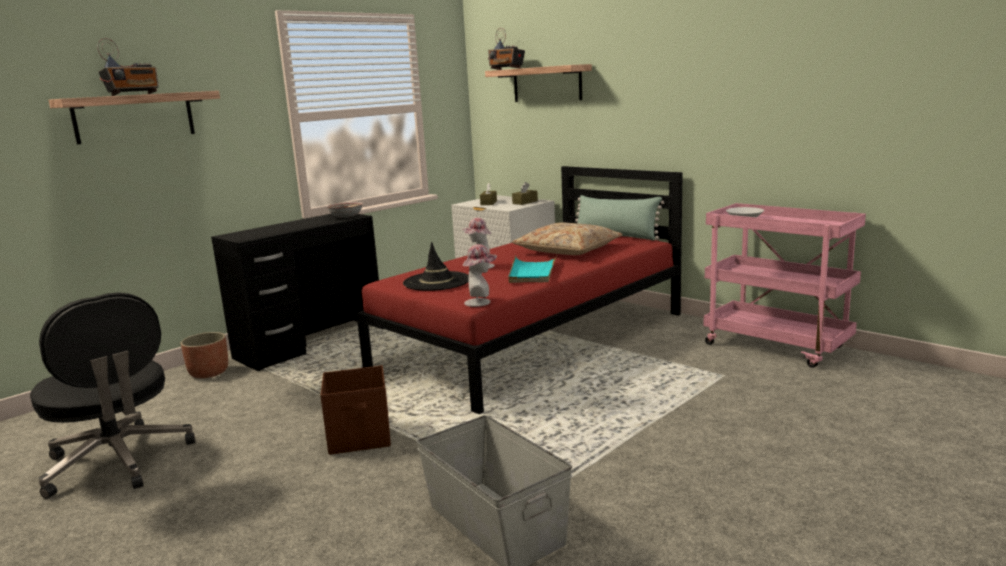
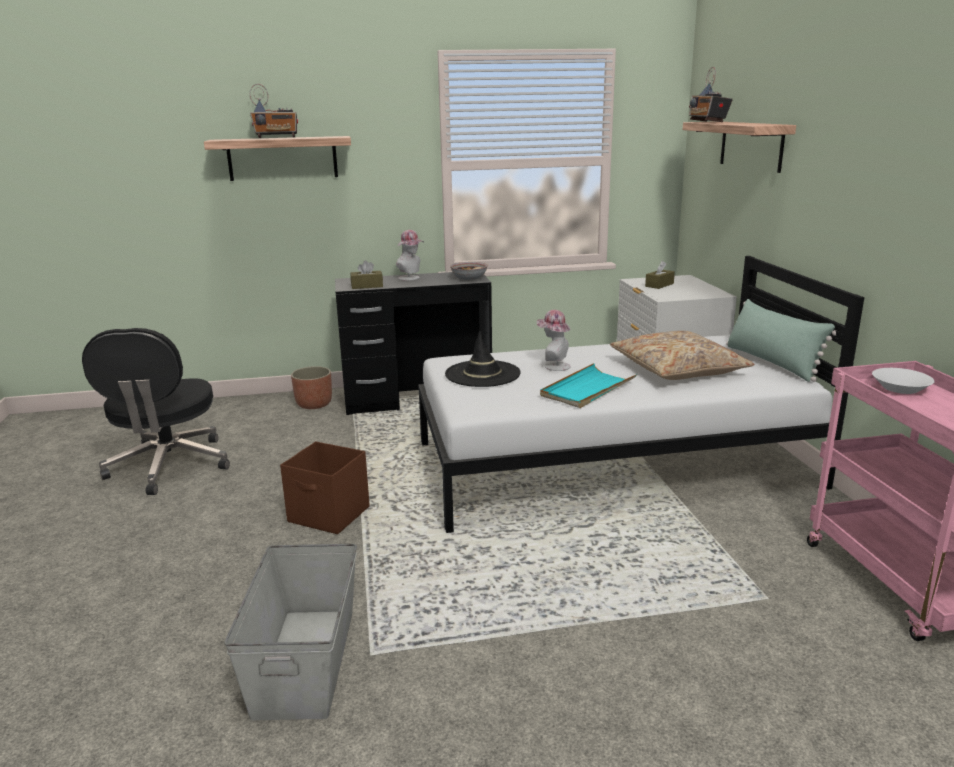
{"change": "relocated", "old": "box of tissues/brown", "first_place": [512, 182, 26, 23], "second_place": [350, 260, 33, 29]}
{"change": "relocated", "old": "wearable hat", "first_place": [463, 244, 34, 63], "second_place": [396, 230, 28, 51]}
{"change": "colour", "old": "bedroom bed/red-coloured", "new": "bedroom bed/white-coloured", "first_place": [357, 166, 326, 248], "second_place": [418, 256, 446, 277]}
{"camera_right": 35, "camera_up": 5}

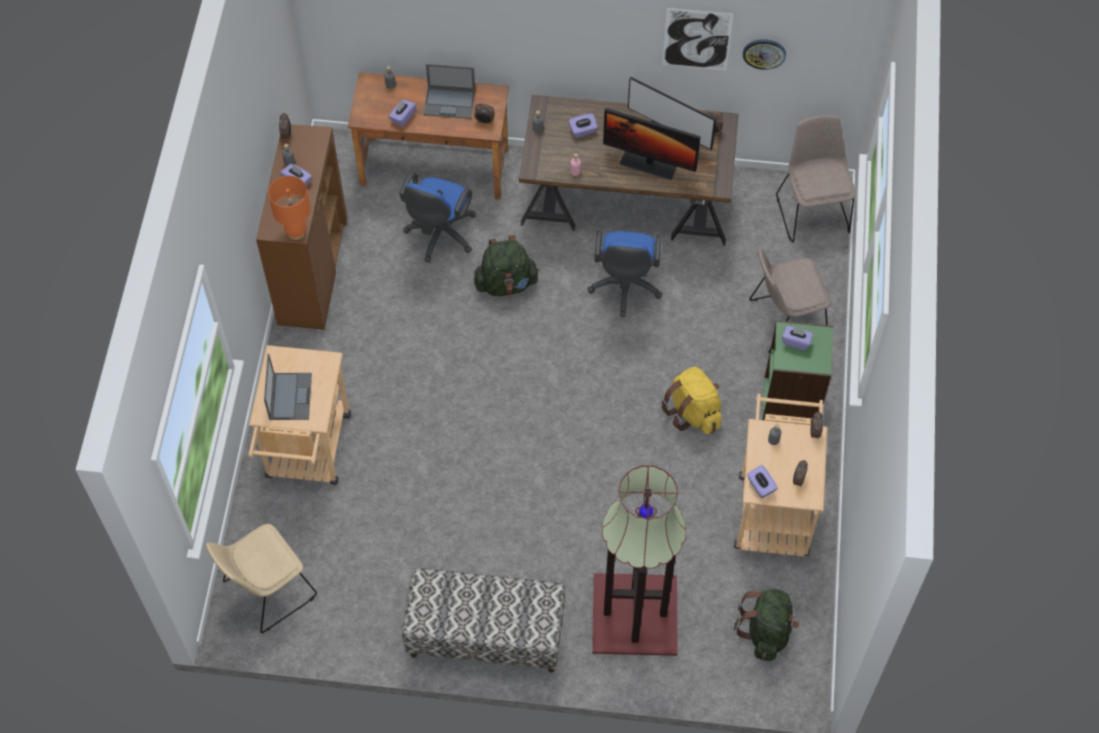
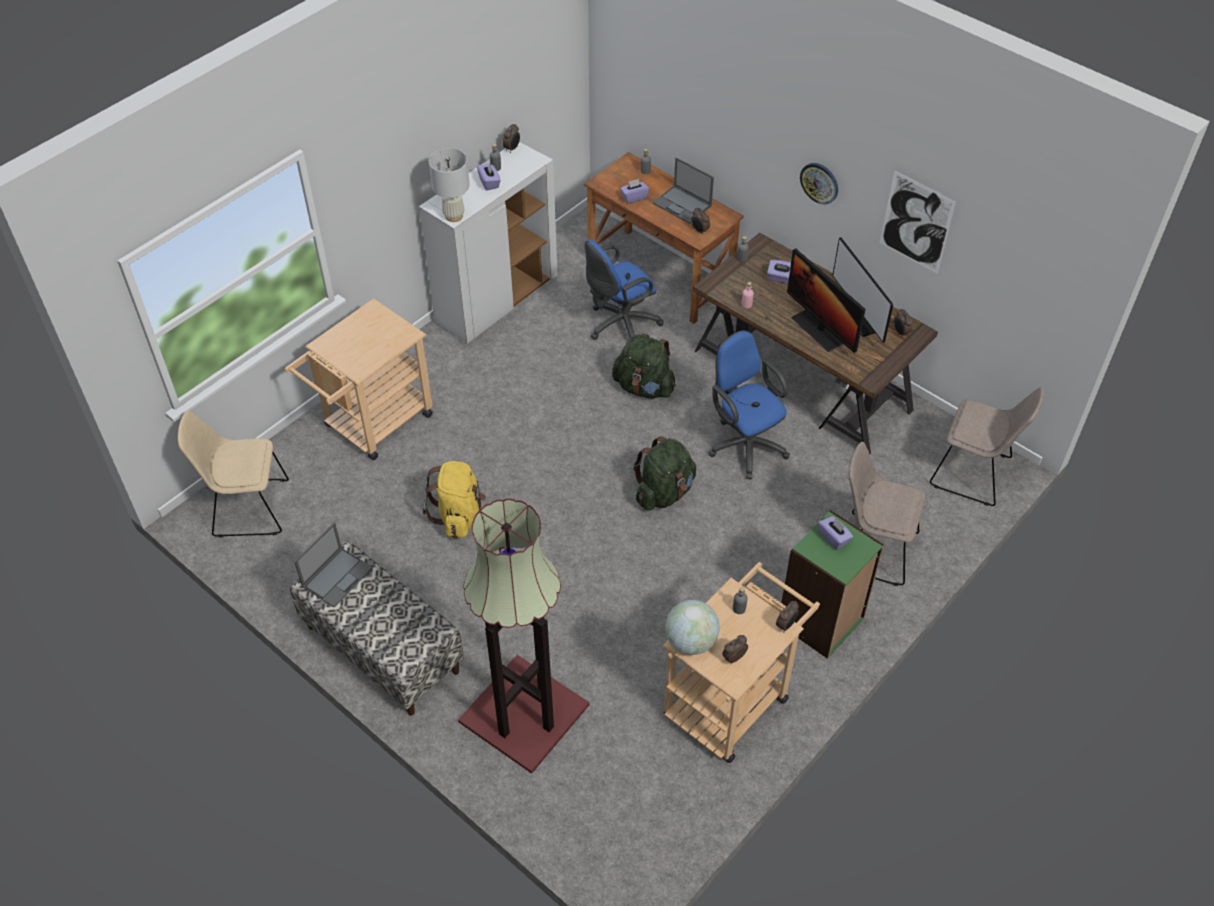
{"change": "relocated", "old": "notebook computer", "first_place": [264, 354, 48, 66], "second_place": [294, 522, 79, 85]}
{"change": "colour", "old": "storage cabinet/brown", "new": "storage cabinet/white-coloured", "first_place": [256, 125, 91, 205], "second_place": [419, 142, 139, 202]}
{"change": "relocated", "old": "backpack/yellowish", "first_place": [661, 367, 61, 67], "second_place": [423, 461, 63, 77]}
{"change": "colour", "old": "table lamp/orangey", "new": "table lamp/white-coloured", "first_place": [268, 176, 43, 64], "second_place": [429, 148, 41, 74]}
{"change": "relocated", "old": "backpack/green-coloured", "first_place": [734, 588, 66, 73], "second_place": [633, 436, 63, 75]}
{"change": "exchanged", "old": "box of tissues/purple-coloured", "new": "globe", "first_place": [747, 465, 30, 33], "second_place": [665, 600, 55, 55]}
{"change": "spun", "old": "office chair/blue", "first_place": [588, 230, 74, 87], "second_place": [708, 330, 82, 149], "degrees": 105}
{"change": "relocated", "old": "hanging clock", "first_place": [743, 39, 43, 31], "second_place": [800, 163, 38, 41]}
{"change": "spun", "old": "upright chair/beige", "first_place": [776, 115, 79, 127], "second_place": [930, 387, 114, 119], "degrees": 90}
{"camera_right": 35, "camera_up": -10}

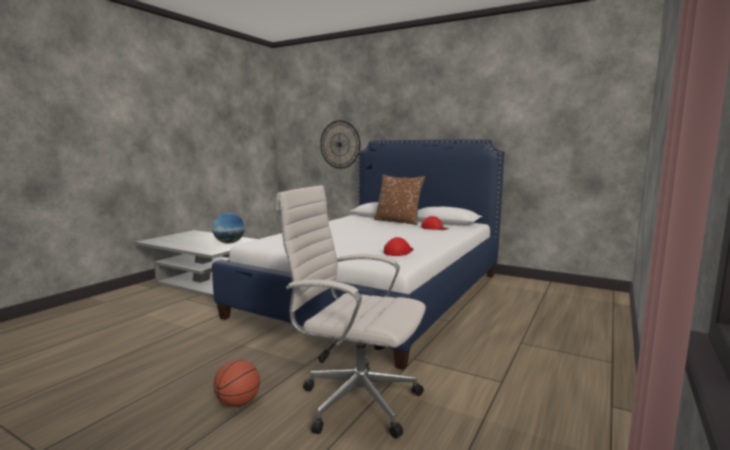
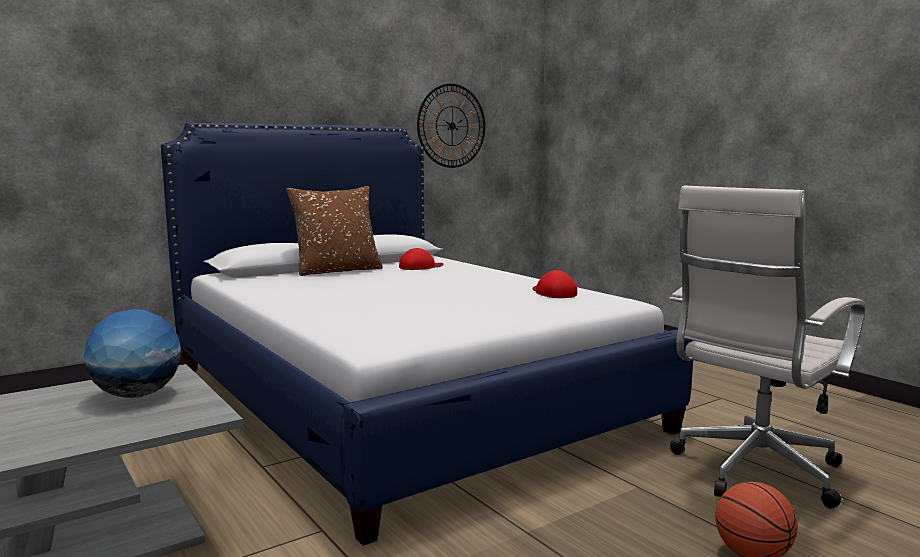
{"change": "relocated", "old": "hanging clock", "first_place": [320, 120, 40, 49], "second_place": [417, 84, 68, 84]}
{"camera_right": -65, "camera_up": 0}

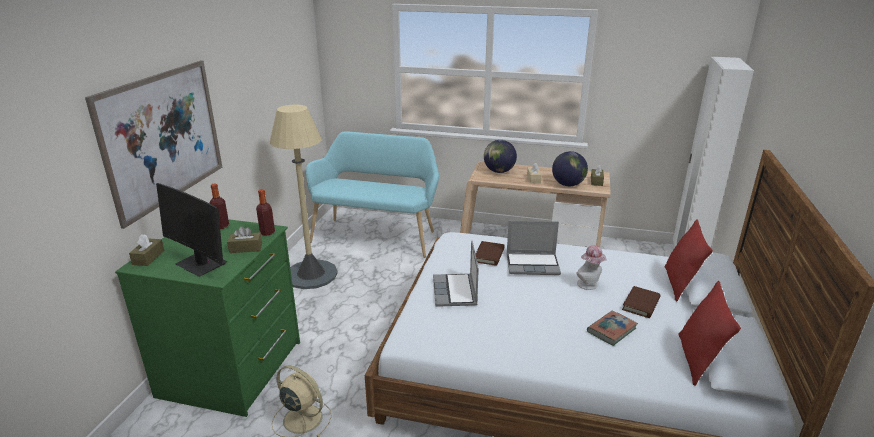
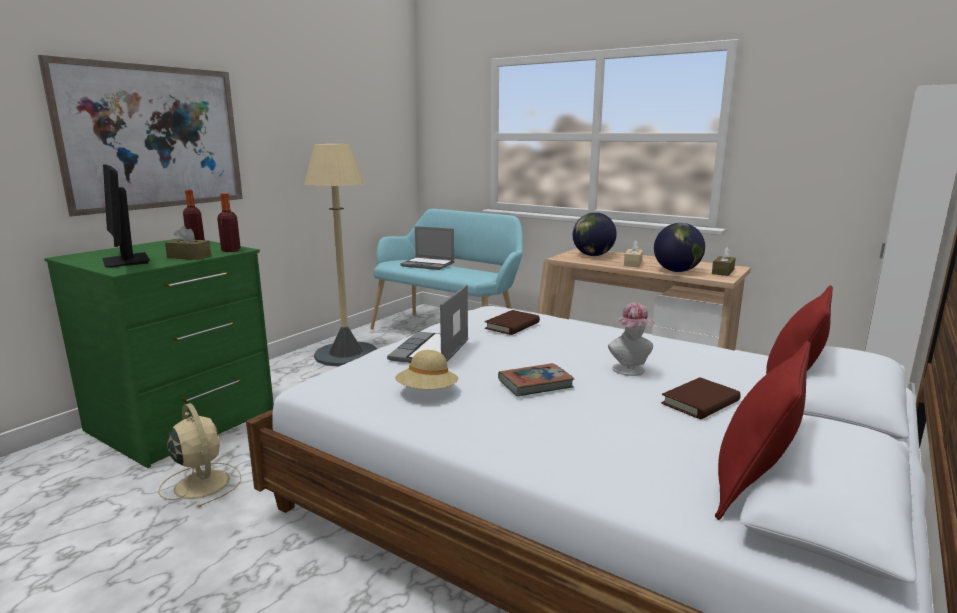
{"change": "appeared", "new": "wearable hat/beige", "second_place": [395, 350, 63, 39]}
{"change": "relocated", "old": "notebook computer", "first_place": [507, 221, 54, 54], "second_place": [401, 226, 54, 44]}
{"change": "relocated", "old": "bound book", "first_place": [587, 311, 51, 35], "second_place": [498, 363, 77, 33]}
{"change": "missing", "old": "box of tissues/brown", "first_place": [129, 234, 35, 32]}
{"camera_right": 20, "camera_up": -10}

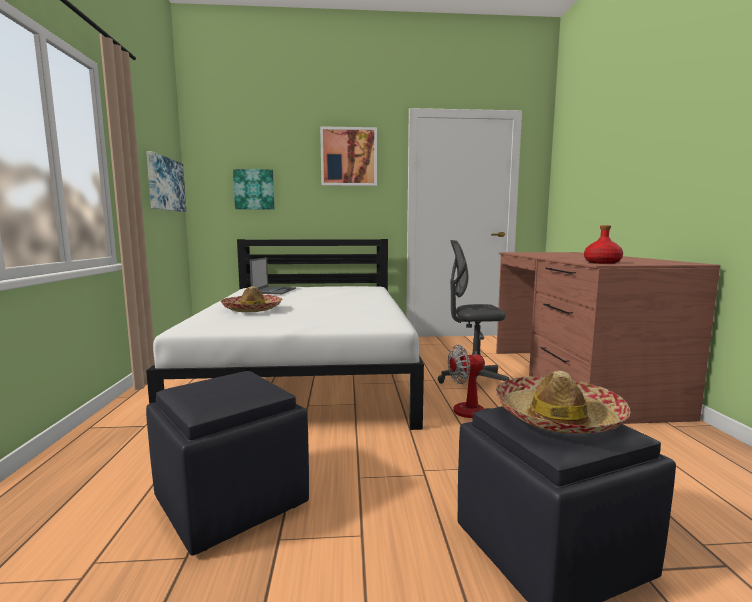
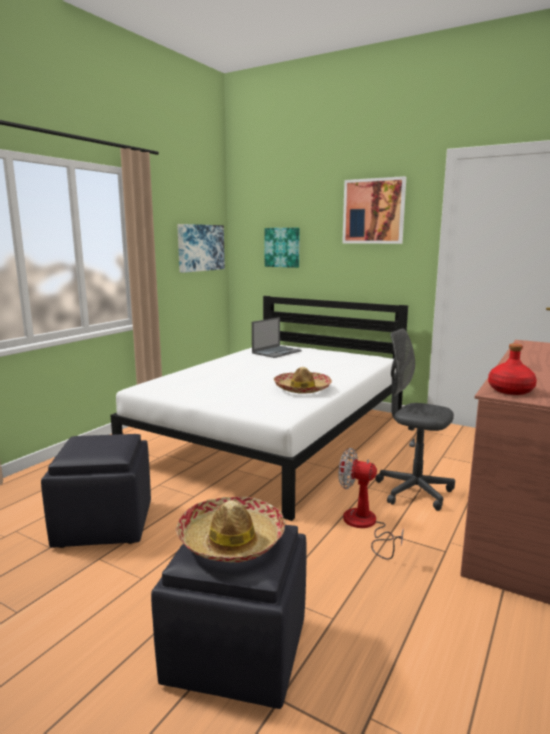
{"change": "relocated", "old": "wearable hat", "first_place": [221, 286, 61, 26], "second_place": [274, 367, 58, 27]}
{"camera_right": 35, "camera_up": 5}

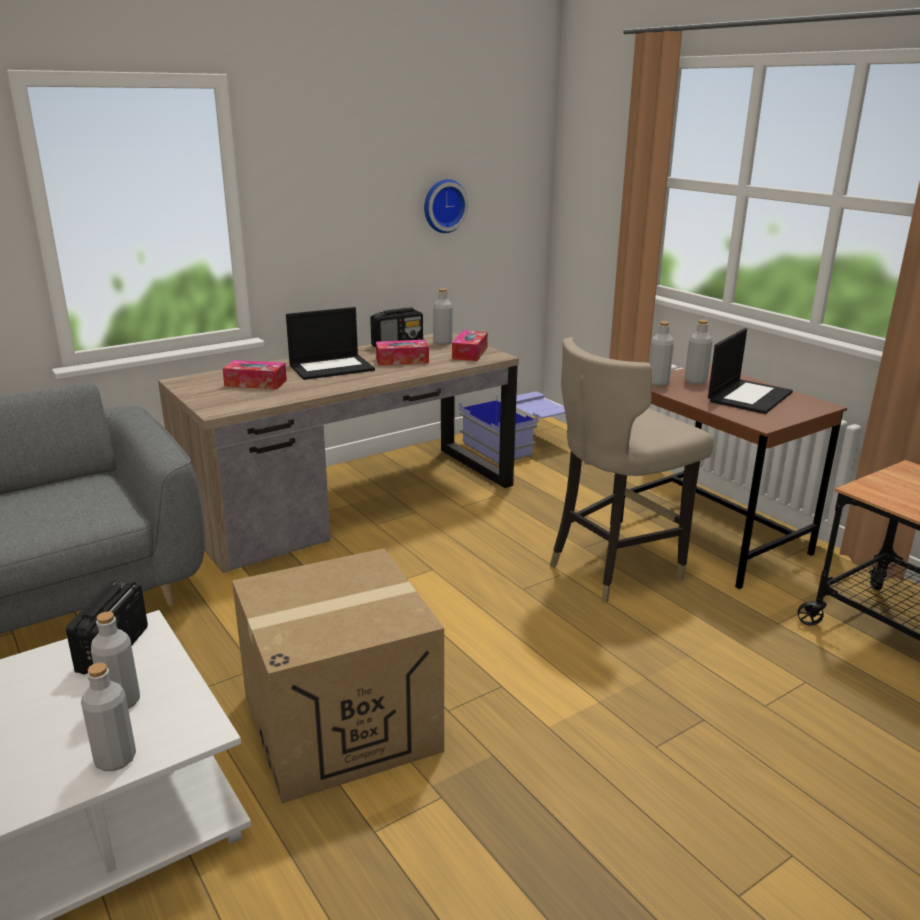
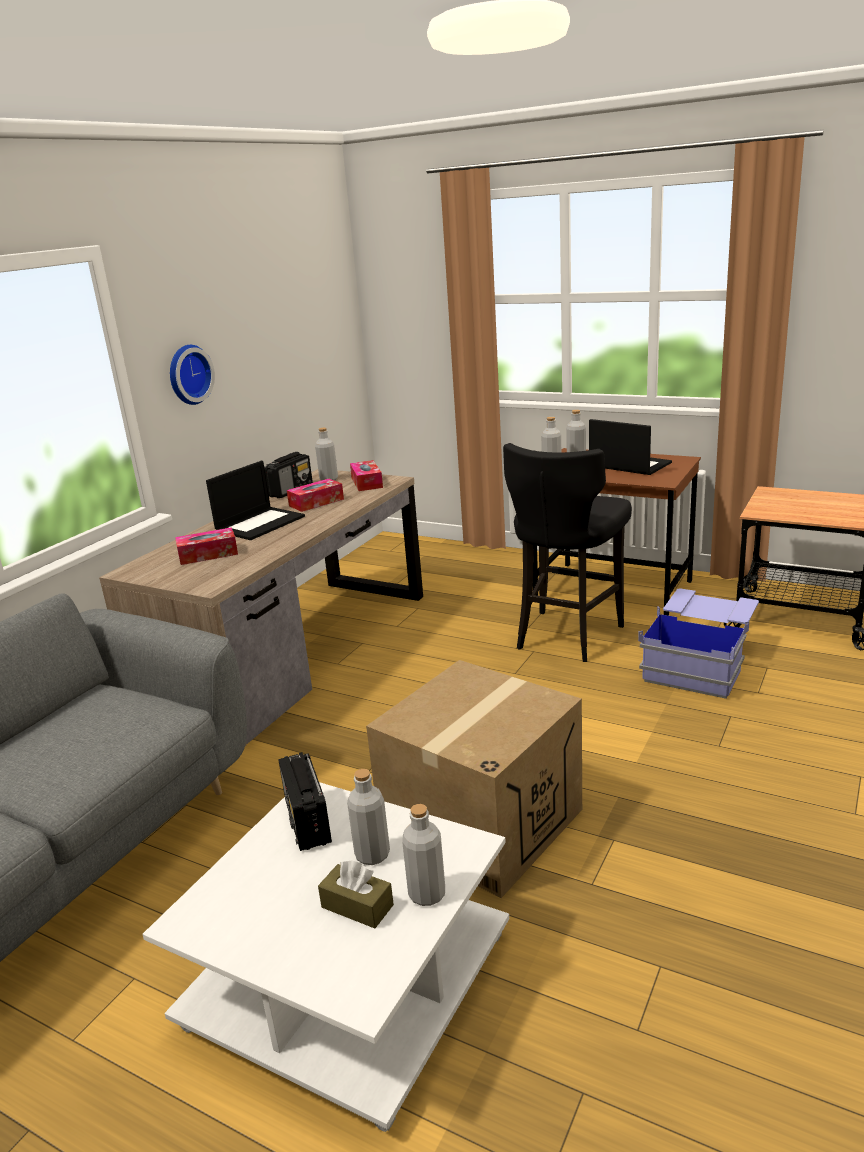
{"change": "relocated", "old": "hanging clock", "first_place": [424, 179, 45, 54], "second_place": [170, 345, 45, 60]}
{"change": "appeared", "new": "box of tissues/brown", "second_place": [318, 860, 76, 69]}
{"change": "colour", "old": "stool/beige", "new": "stool/black", "first_place": [550, 337, 164, 266], "second_place": [503, 443, 129, 219]}
{"change": "spun", "old": "notebook computer", "first_place": [708, 328, 85, 86], "second_place": [589, 419, 83, 56], "degrees": -60}
{"change": "relocated", "old": "storage box/blue", "first_place": [459, 392, 106, 73], "second_place": [638, 588, 121, 111]}
{"camera_right": -25, "camera_up": 0}

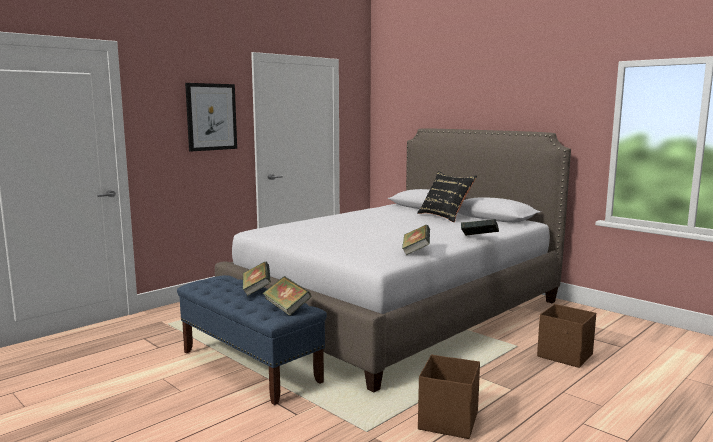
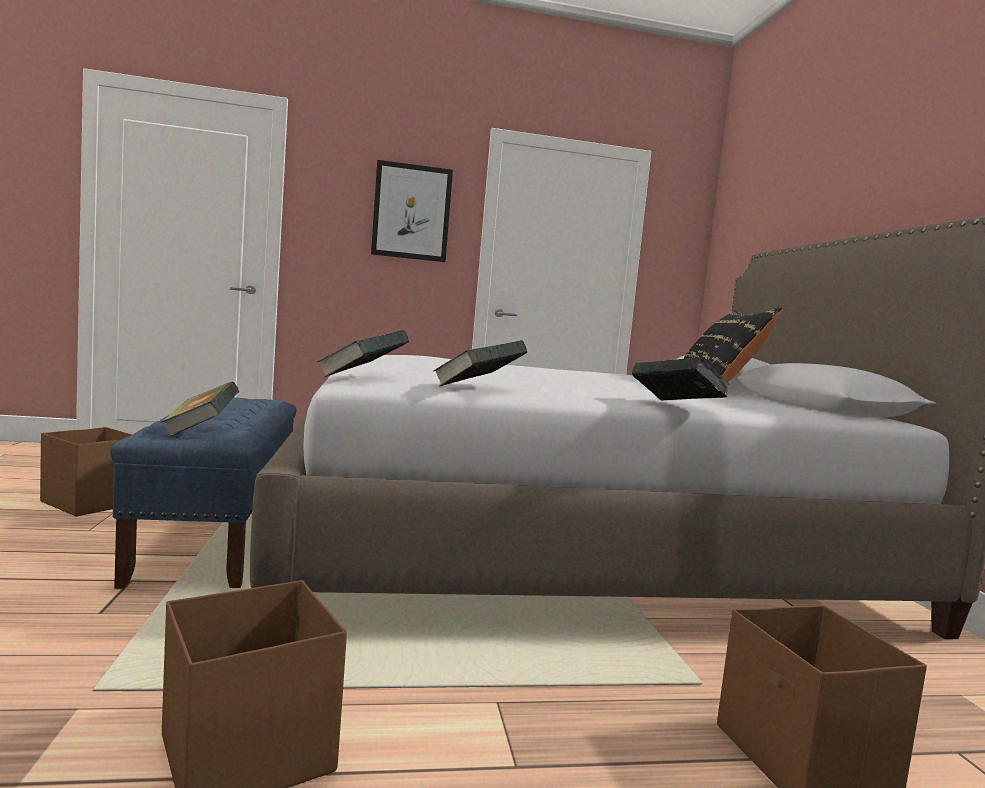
{"change": "appeared", "new": "storage box/brown", "second_place": [40, 427, 93, 90]}
{"change": "relocated", "old": "bound book", "first_place": [243, 262, 28, 34], "second_place": [317, 330, 92, 47]}
{"camera_right": 35, "camera_up": -5}

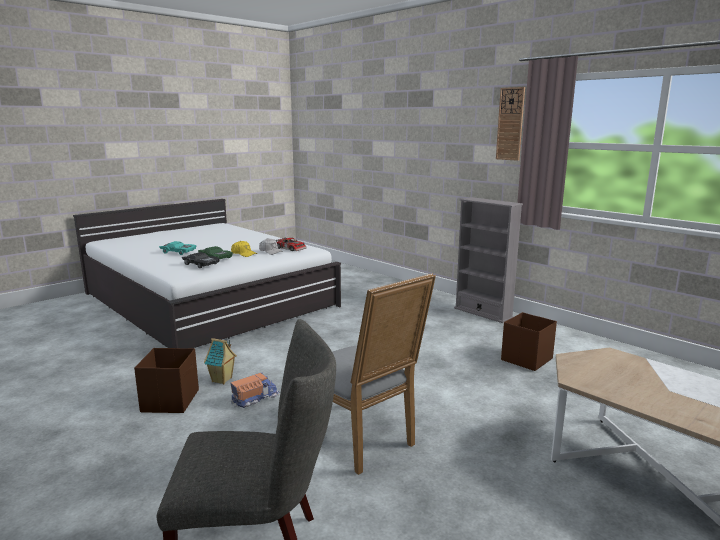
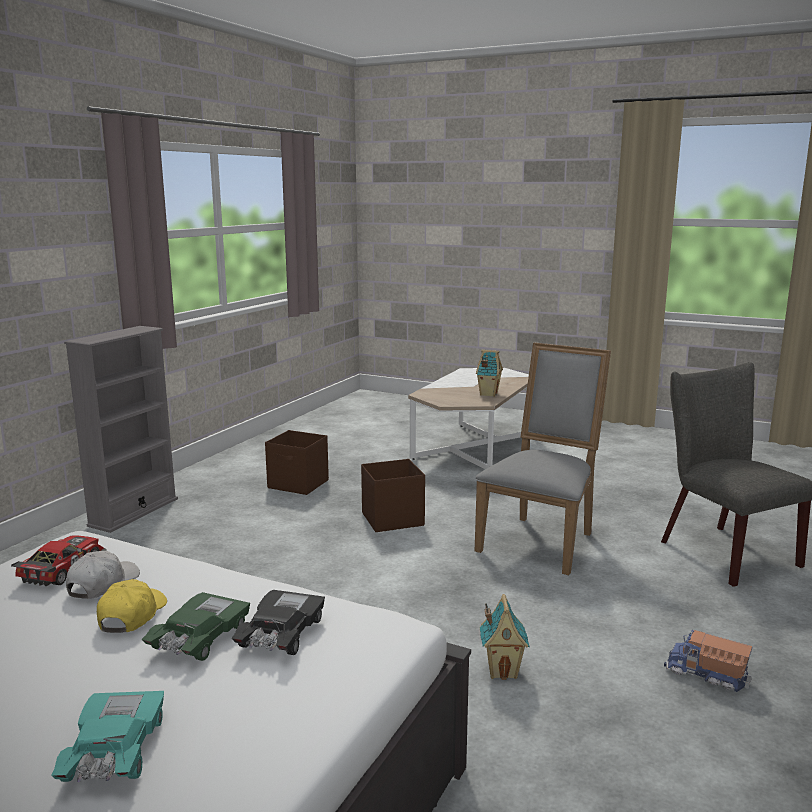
{"change": "relocated", "old": "storage box/brown", "first_place": [134, 348, 65, 65], "second_place": [361, 459, 64, 73]}
{"change": "appeared", "new": "miniature house", "second_place": [476, 350, 27, 47]}
{"change": "relocated", "old": "toy truck", "first_place": [230, 373, 49, 35], "second_place": [664, 630, 88, 62]}
{"change": "missing", "old": "hanging clock", "first_place": [496, 87, 29, 74]}
{"camera_right": -110, "camera_up": 0}

